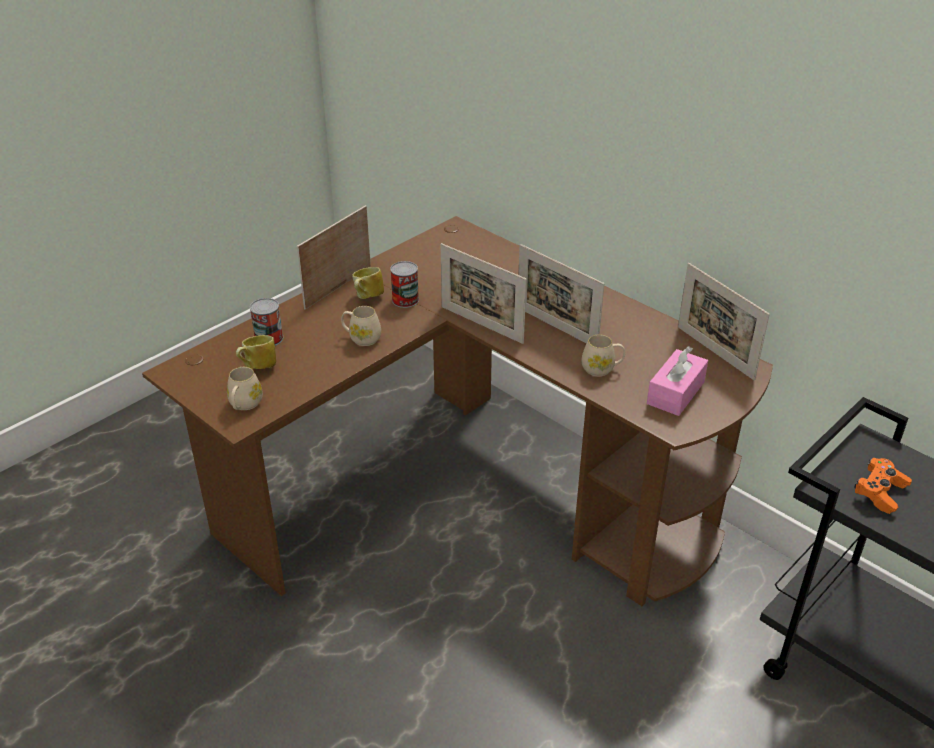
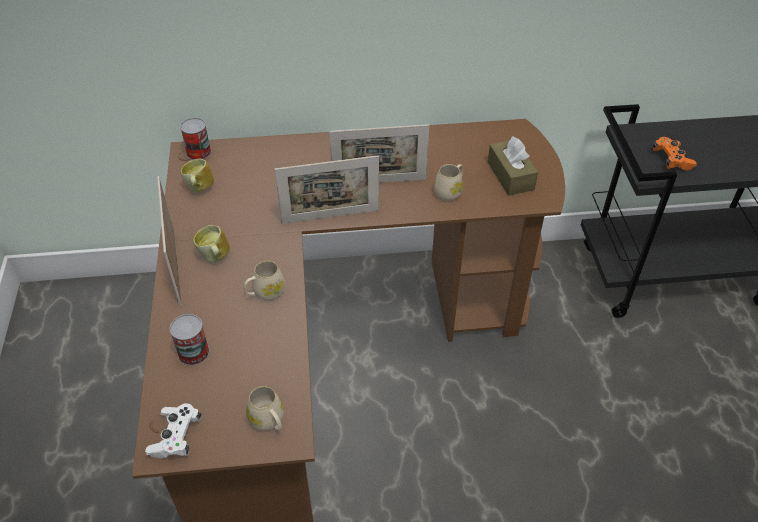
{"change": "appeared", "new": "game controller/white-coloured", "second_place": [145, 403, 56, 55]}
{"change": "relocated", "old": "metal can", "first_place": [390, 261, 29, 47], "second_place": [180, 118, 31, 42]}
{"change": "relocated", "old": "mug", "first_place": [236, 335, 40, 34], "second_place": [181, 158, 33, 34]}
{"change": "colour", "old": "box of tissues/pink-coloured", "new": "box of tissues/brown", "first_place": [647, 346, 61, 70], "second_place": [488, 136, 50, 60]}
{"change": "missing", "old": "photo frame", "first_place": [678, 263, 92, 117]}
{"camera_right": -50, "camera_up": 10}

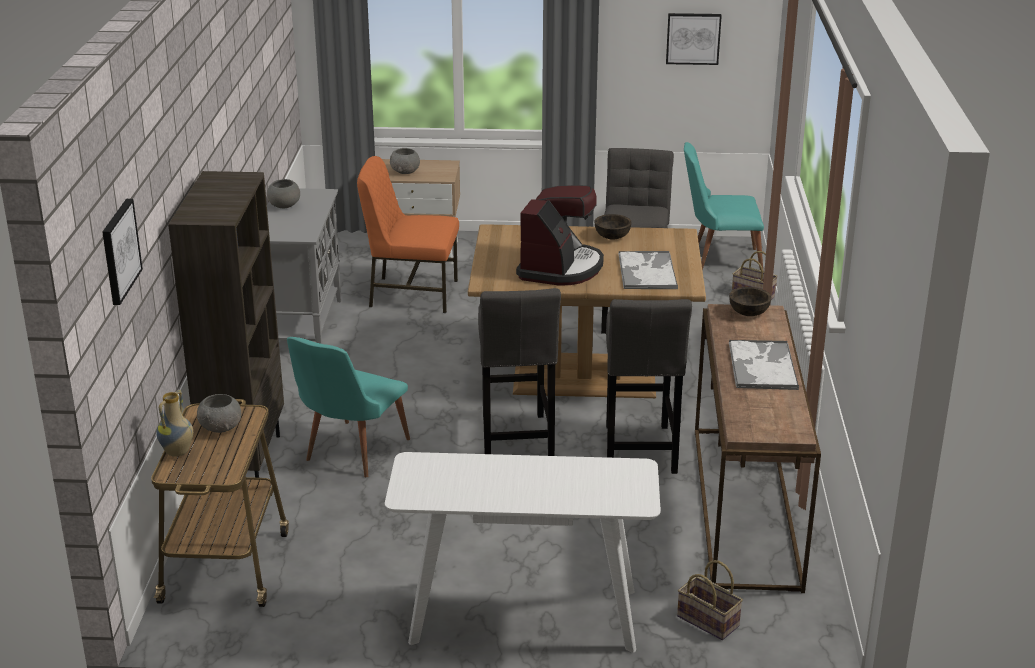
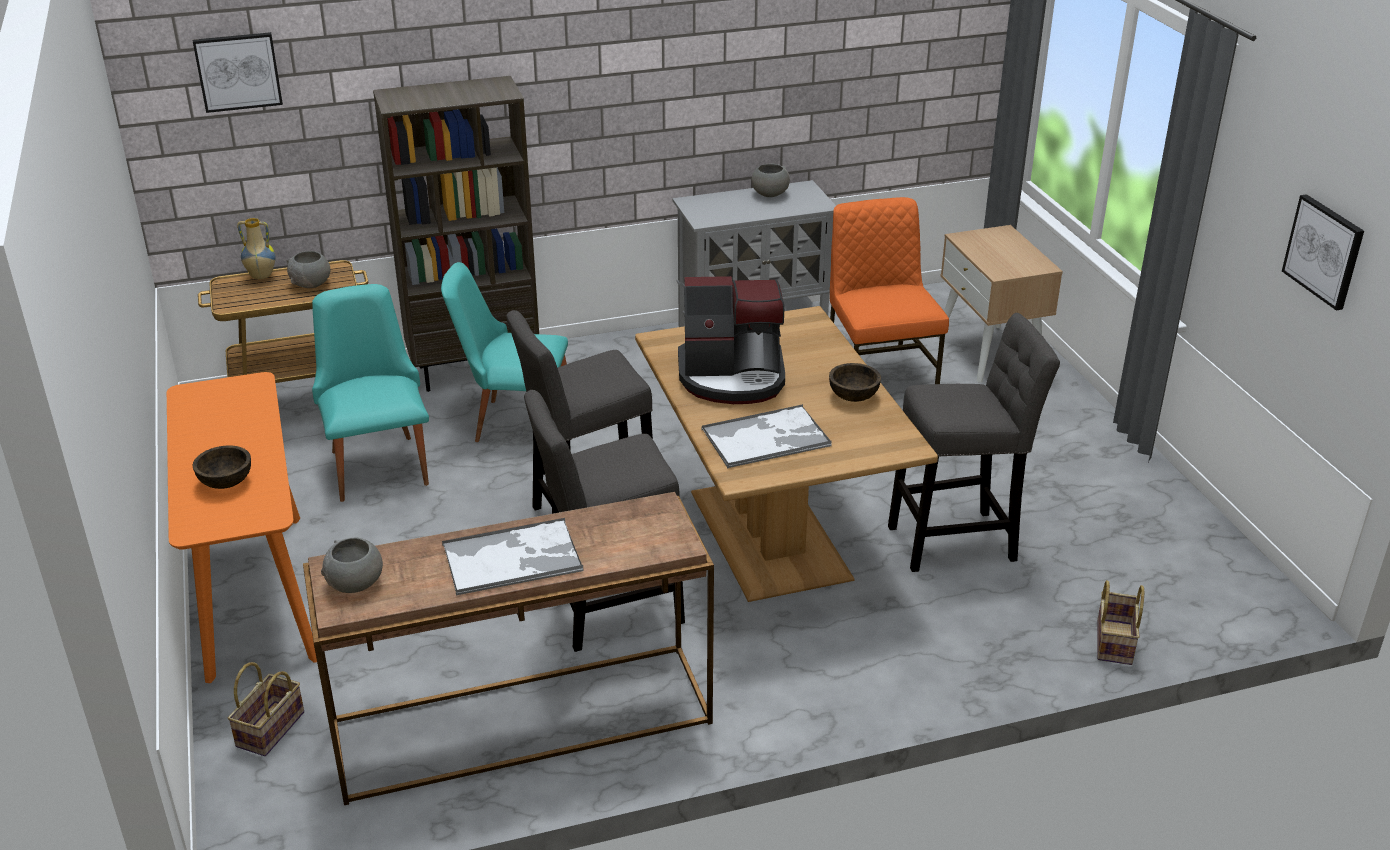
{"change": "colour", "old": "hall table/white-coloured", "new": "hall table/orangey", "first_place": [385, 452, 276, 201], "second_place": [167, 372, 150, 311]}
{"change": "relocated", "old": "bowl/brown", "first_place": [729, 287, 42, 29], "second_place": [192, 445, 59, 44]}
{"change": "relocated", "old": "upright chair/turquoise", "first_place": [684, 142, 80, 128], "second_place": [312, 284, 117, 218]}
{"change": "relocated", "old": "bowl/gray", "first_place": [390, 148, 30, 26], "second_place": [321, 538, 62, 55]}
{"camera_right": 70, "camera_up": 5}

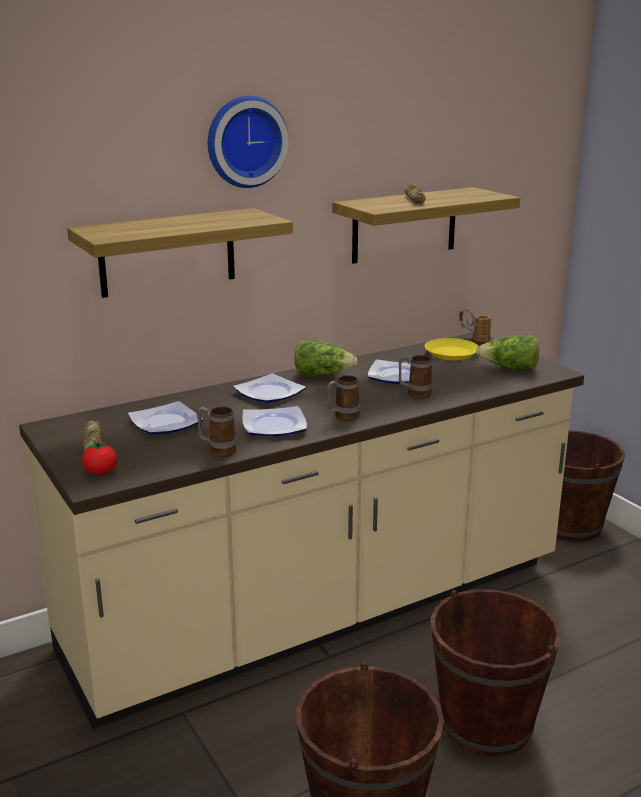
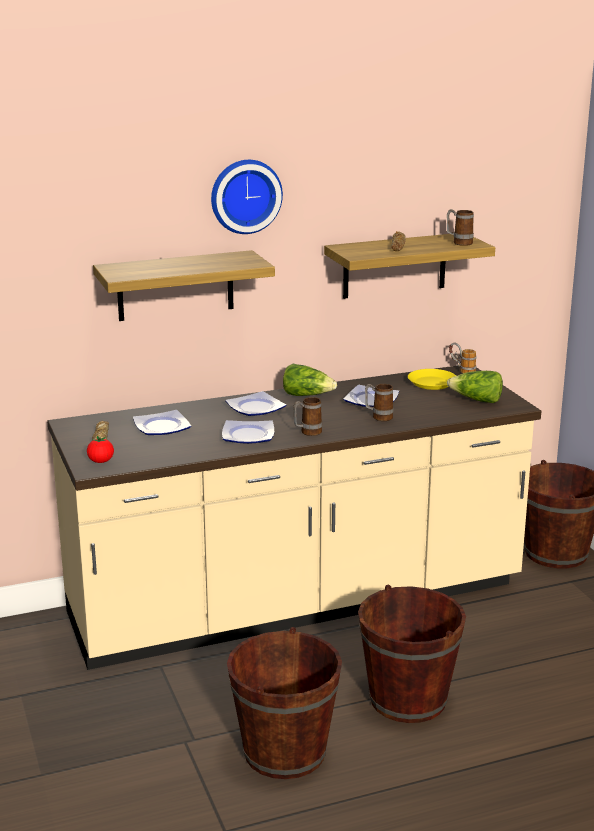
{"change": "relocated", "old": "mug", "first_place": [197, 406, 39, 51], "second_place": [447, 209, 27, 37]}
{"camera_right": 10, "camera_up": 0}

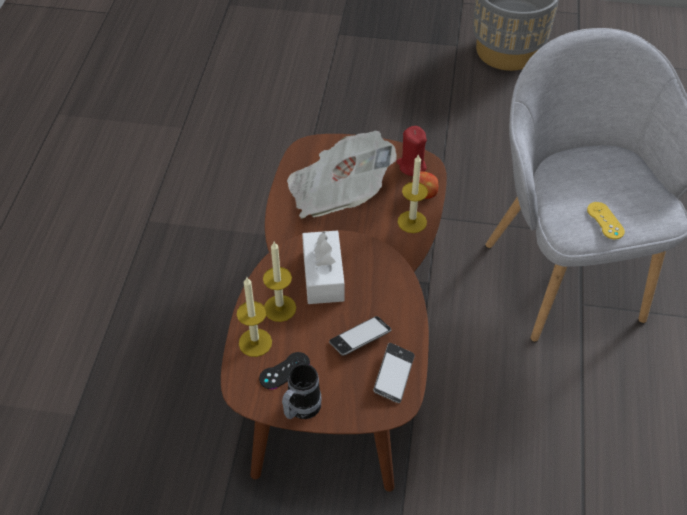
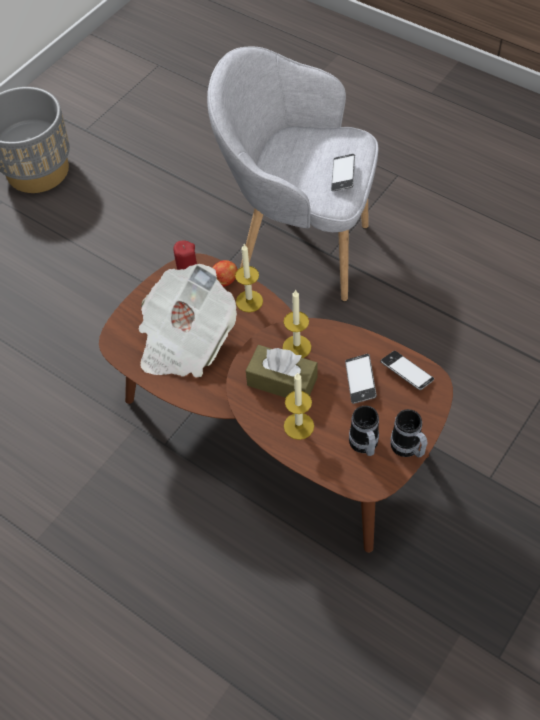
{"change": "colour", "old": "box of tissues/white-coloured", "new": "box of tissues/brown", "first_place": [302, 231, 43, 73], "second_place": [246, 345, 72, 53]}
{"change": "relocated", "old": "wax light", "first_place": [237, 277, 35, 80], "second_place": [283, 290, 28, 68]}
{"change": "exchanged", "old": "game controller/yellowish", "new": "handset", "first_place": [587, 202, 38, 37], "second_place": [331, 154, 24, 37]}
{"change": "exchanged", "old": "game controller/black", "new": "mug", "first_place": [259, 352, 51, 37], "second_place": [349, 406, 30, 50]}
{"camera_right": -60, "camera_up": 5}

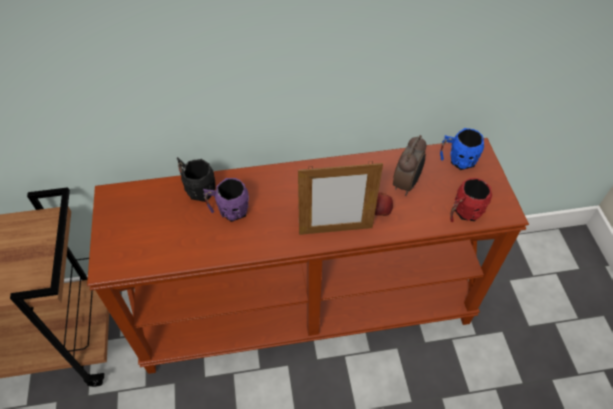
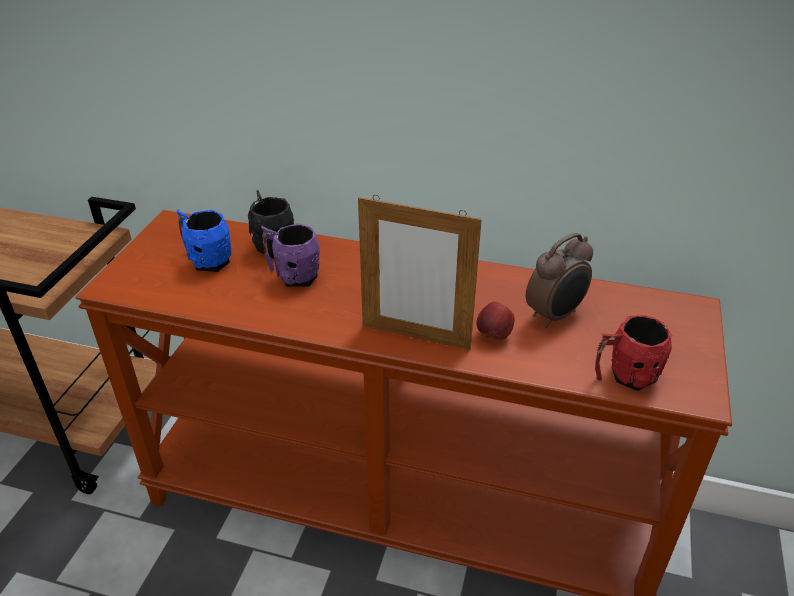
{"change": "relocated", "old": "mug/blue", "first_place": [440, 128, 44, 42], "second_place": [176, 209, 56, 63]}
{"camera_right": 25, "camera_up": -15}

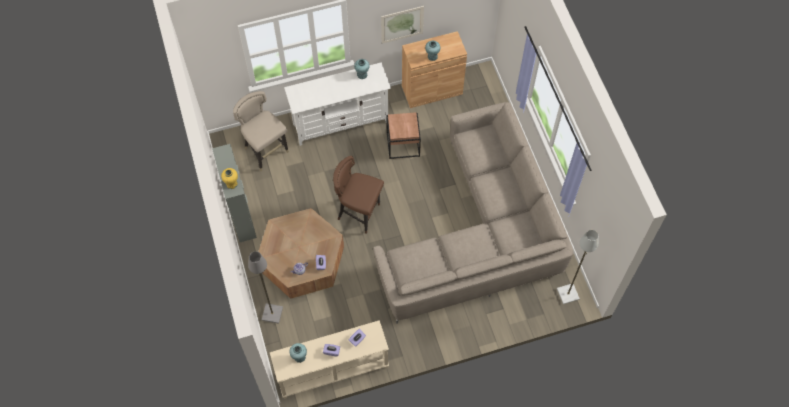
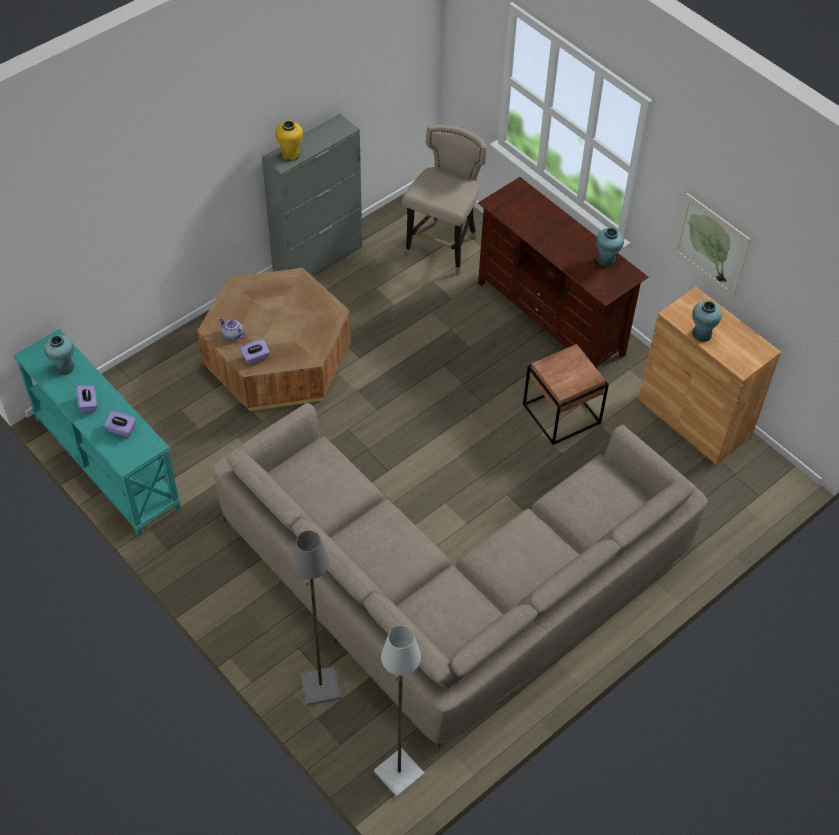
{"change": "colour", "old": "hall table/beige", "new": "hall table/turquoise", "first_place": [270, 320, 119, 79], "second_place": [13, 329, 168, 207]}
{"change": "relocated", "old": "floor lamp/gray", "first_place": [248, 251, 35, 73], "second_place": [291, 531, 50, 175]}
{"change": "colour", "old": "media console/white-coloured", "new": "media console/brown", "first_place": [284, 62, 107, 84], "second_place": [478, 177, 170, 192]}
{"change": "missing", "old": "stool/brown", "first_place": [333, 156, 51, 78]}
{"camera_right": 65, "camera_up": -10}

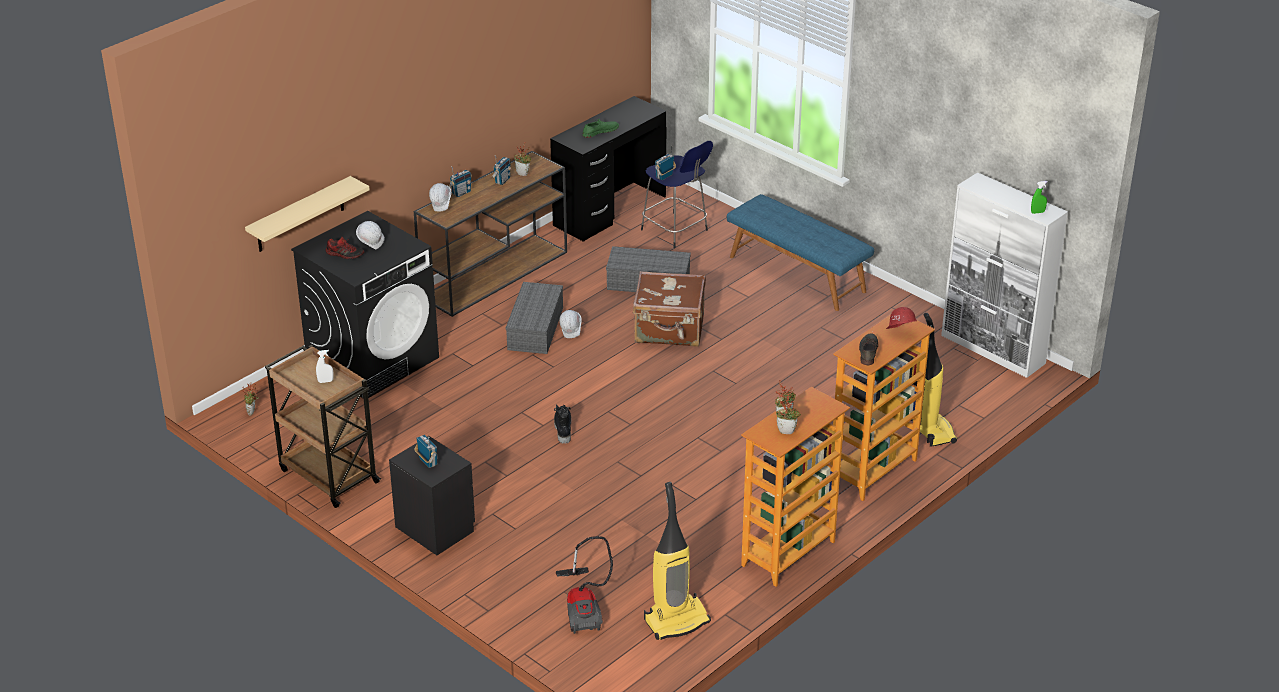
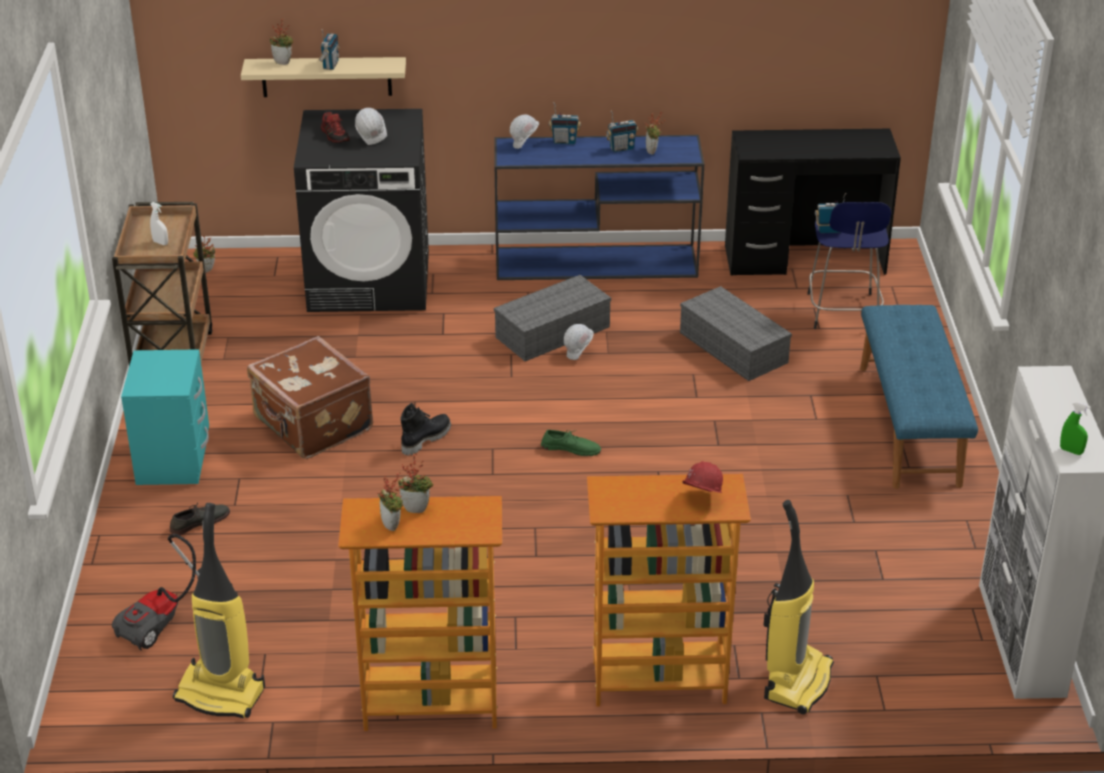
{"change": "colour", "old": "nightstand/black", "new": "nightstand/turquoise", "first_place": [389, 436, 86, 119], "second_place": [121, 349, 88, 136]}
{"change": "relocated", "old": "low shoe/gray", "first_place": [859, 333, 19, 32], "second_place": [170, 503, 60, 32]}
{"change": "relocated", "old": "travel case/brown", "first_place": [633, 271, 73, 76], "second_place": [247, 336, 126, 123]}
{"change": "appeared", "new": "potted plant", "second_place": [270, 18, 24, 47]}
{"change": "relocated", "old": "radio set", "first_place": [415, 435, 22, 33], "second_place": [318, 29, 22, 41]}
{"change": "colour", "old": "hall table/brown", "new": "hall table/blue", "first_place": [414, 151, 153, 166], "second_place": [494, 135, 210, 145]}
{"change": "relocated", "old": "low shoe/green-coloured", "first_place": [582, 119, 37, 19], "second_place": [541, 430, 60, 26]}
{"camera_right": 45, "camera_up": 0}

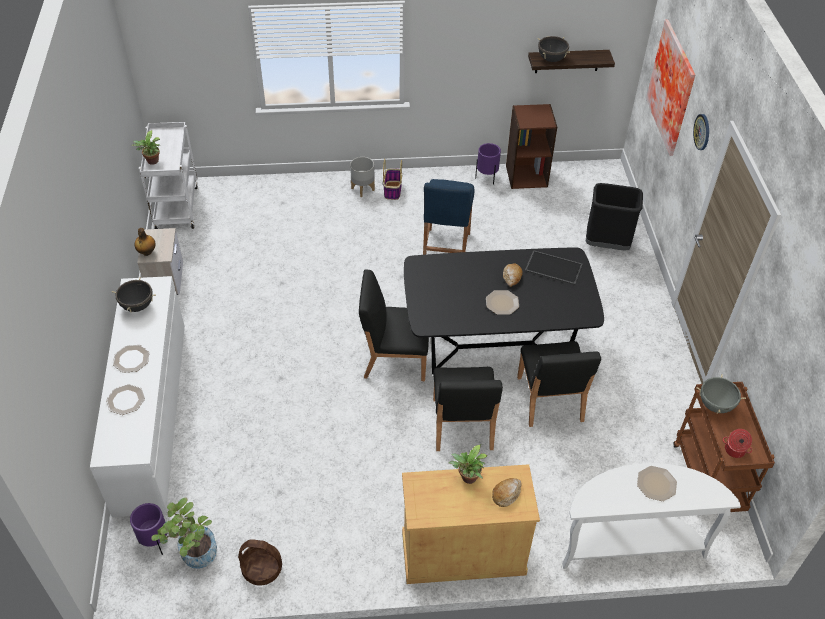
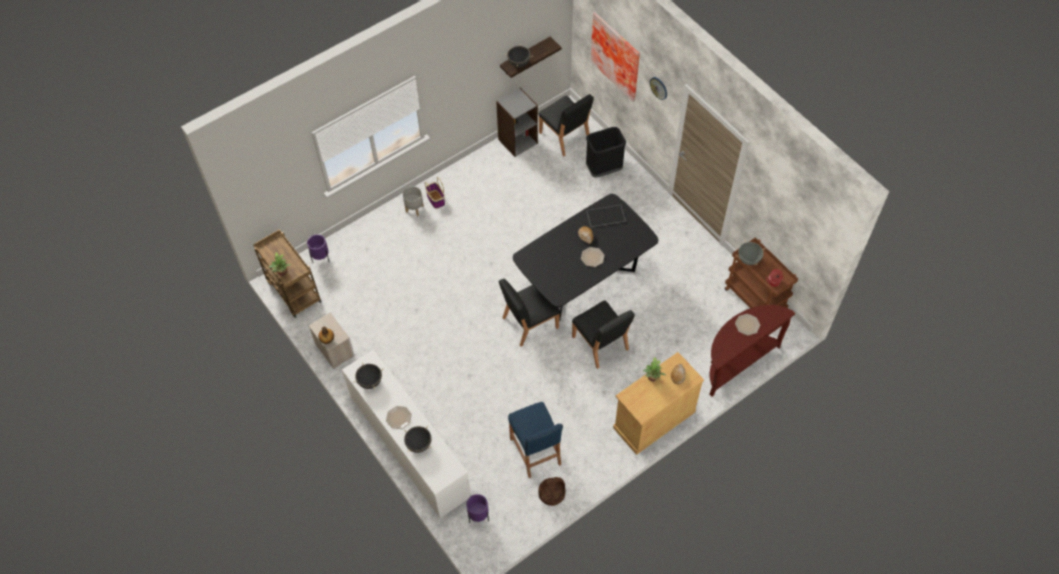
{"change": "colour", "old": "wheeled cart/white-coloured", "new": "wheeled cart/brown", "first_place": [139, 122, 59, 107], "second_place": [253, 230, 68, 88]}
{"change": "relocated", "old": "flower pot/purple-coloured", "first_place": [475, 143, 26, 42], "second_place": [307, 234, 23, 29]}
{"change": "exchanged", "old": "plate", "new": "cooking pot/black", "first_place": [106, 384, 39, 31], "second_place": [404, 426, 28, 27]}
{"change": "colour", "old": "bookcase/brown", "new": "bookcase/gray", "first_place": [506, 104, 51, 85], "second_place": [496, 88, 42, 69]}
{"change": "relocated", "old": "stool/blue", "first_place": [423, 179, 52, 76], "second_place": [508, 402, 55, 76]}
{"change": "relocated", "old": "upright chair/black", "first_place": [517, 341, 84, 86], "second_place": [538, 94, 56, 62]}
{"change": "colour", "old": "hall table/white-coloured", "new": "hall table/brown", "first_place": [562, 463, 179, 106], "second_place": [709, 305, 86, 92]}
{"change": "missing", "old": "potted plant", "first_place": [152, 497, 65, 71]}
{"camera_right": -30, "camera_up": 10}

